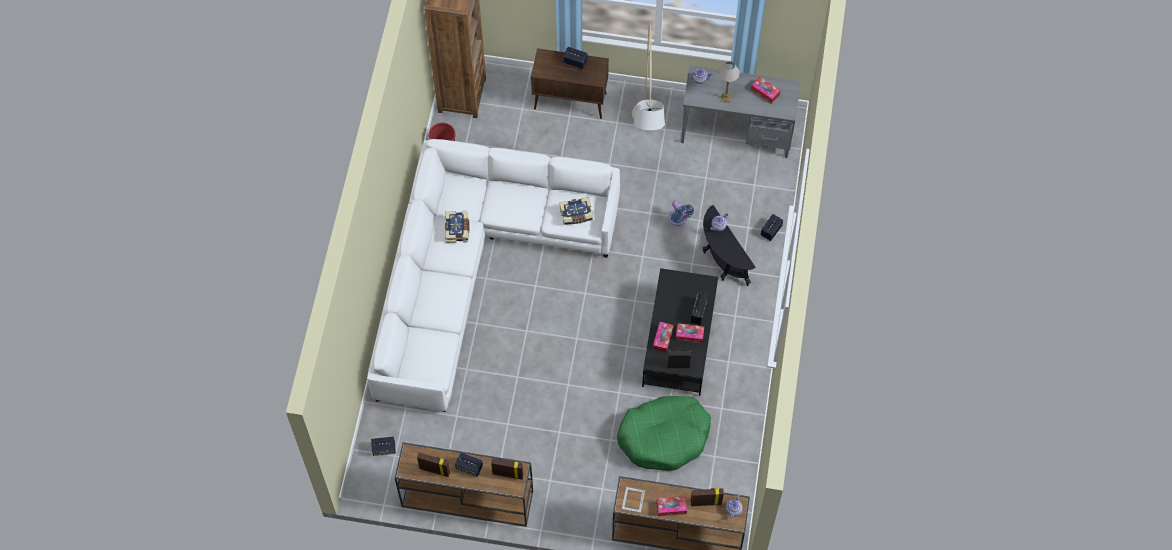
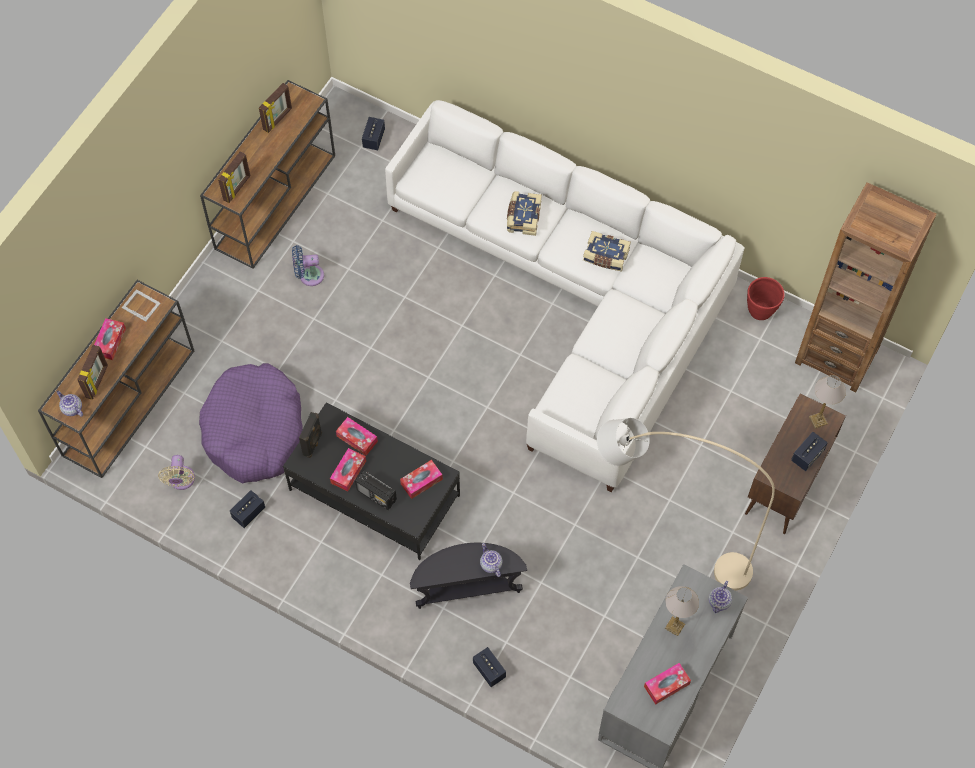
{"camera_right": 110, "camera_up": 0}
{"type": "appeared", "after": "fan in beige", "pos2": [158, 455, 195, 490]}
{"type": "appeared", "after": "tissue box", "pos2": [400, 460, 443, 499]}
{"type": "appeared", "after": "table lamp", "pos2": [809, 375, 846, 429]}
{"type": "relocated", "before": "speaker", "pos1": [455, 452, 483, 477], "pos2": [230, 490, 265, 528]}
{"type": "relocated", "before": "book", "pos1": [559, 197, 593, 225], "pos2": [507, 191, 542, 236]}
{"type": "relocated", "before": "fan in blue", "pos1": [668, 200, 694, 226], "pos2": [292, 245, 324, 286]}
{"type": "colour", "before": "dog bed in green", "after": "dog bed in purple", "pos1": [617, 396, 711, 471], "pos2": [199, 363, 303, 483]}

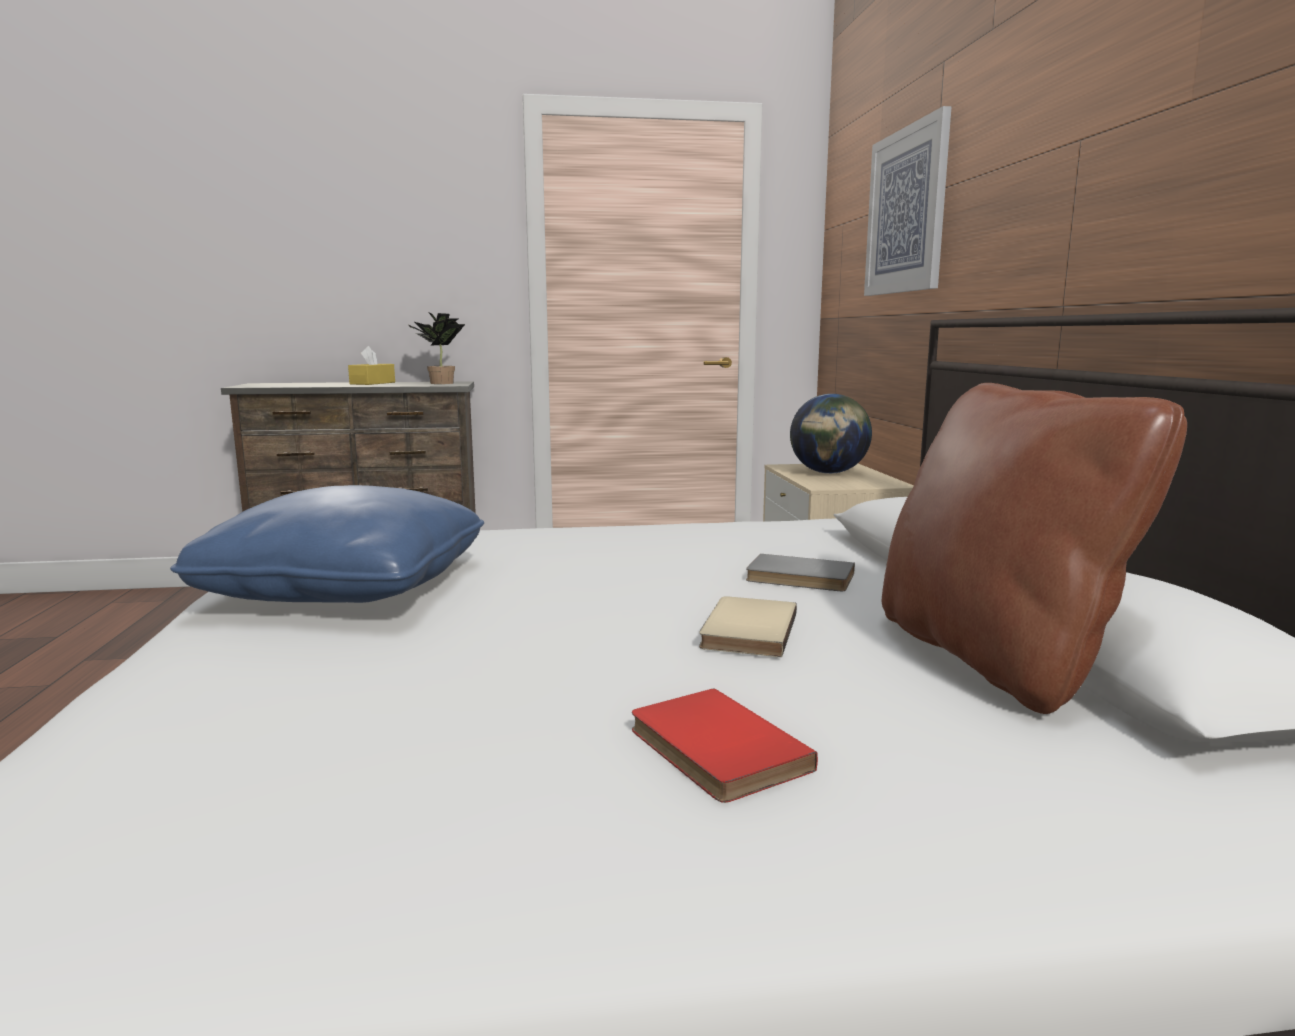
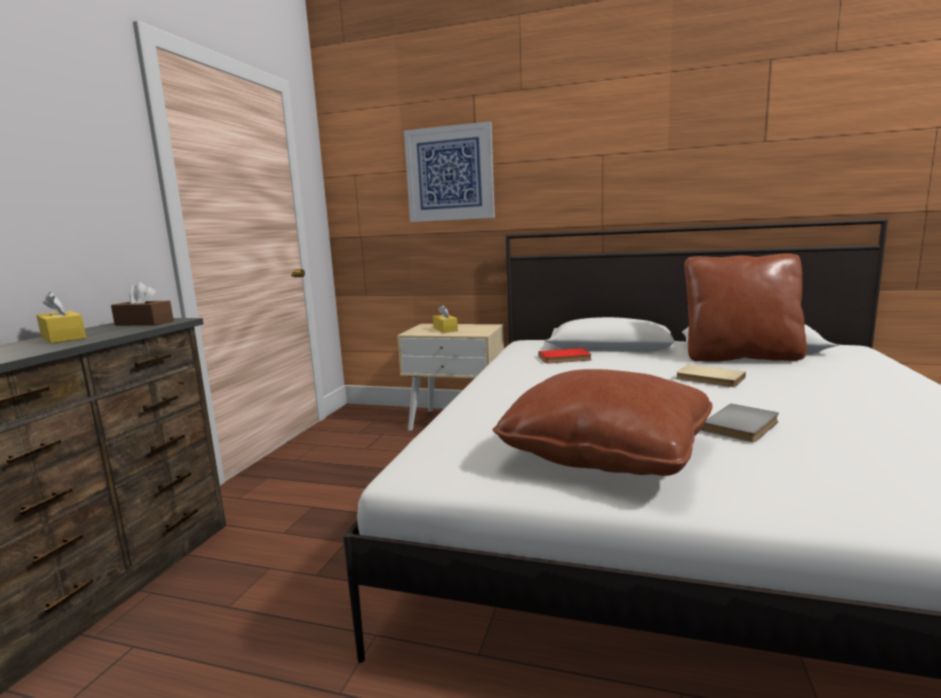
{"camera_right": -65, "camera_up": 0}
{"type": "relocated", "before": "book in red", "pos1": [632, 688, 818, 803], "pos2": [538, 348, 592, 364]}
{"type": "relocated", "before": "book in grey", "pos1": [746, 554, 855, 591], "pos2": [702, 404, 779, 442]}
{"type": "exchanged", "before": "potted plant", "after": "tissue box in brown", "pos1": [409, 312, 465, 384], "pos2": [111, 282, 174, 326]}
{"type": "exchanged", "before": "globe", "after": "tissue box in yellow", "pos1": [790, 394, 872, 474], "pos2": [433, 305, 458, 333]}
{"type": "colour", "before": "pillow in blue", "after": "pillow in brown", "pos1": [170, 485, 484, 603], "pos2": [493, 369, 713, 476]}

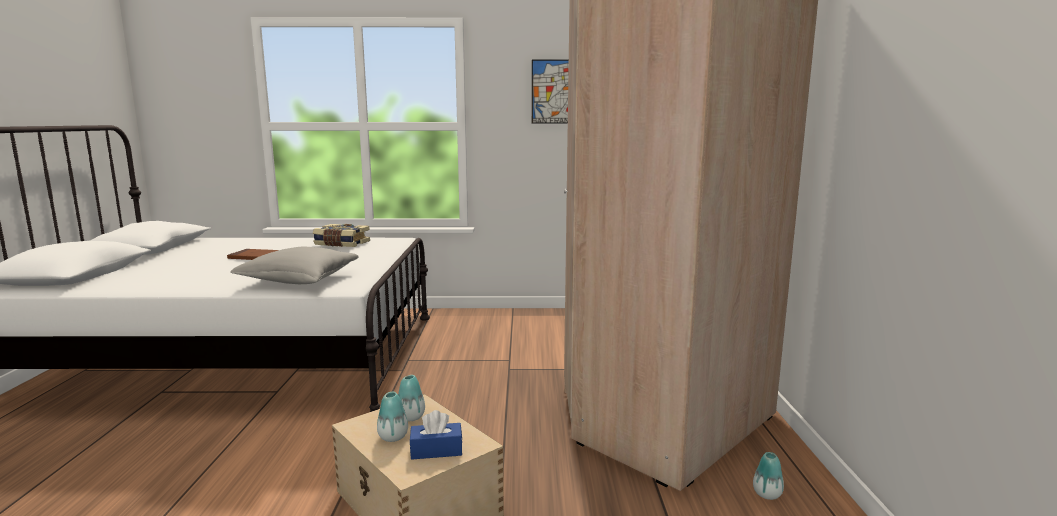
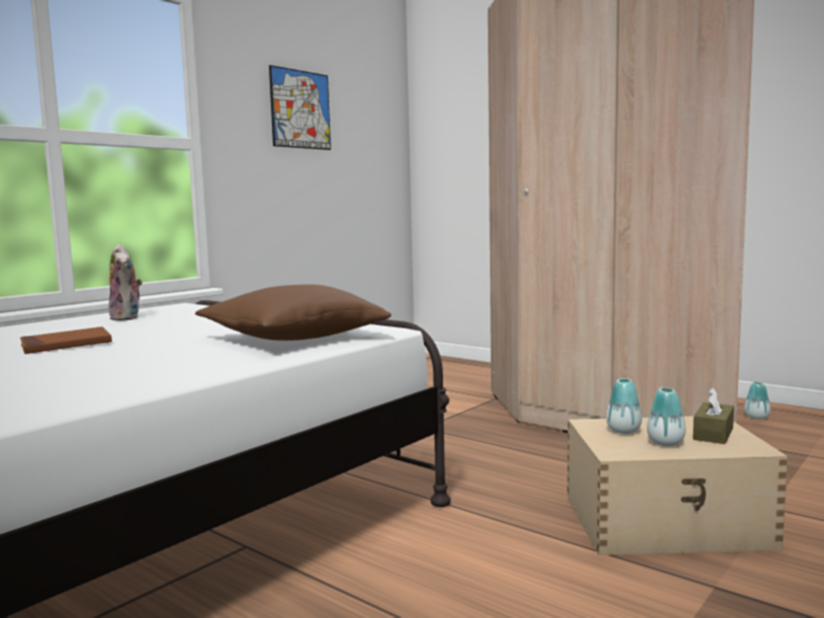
{"camera_right": -50, "camera_up": -5}
{"type": "exchanged", "before": "book", "after": "plush toy", "pos1": [313, 224, 370, 247], "pos2": [109, 244, 142, 321]}
{"type": "colour", "before": "pillow in grey", "after": "pillow in brown", "pos1": [230, 247, 359, 284], "pos2": [195, 284, 391, 341]}
{"type": "colour", "before": "tissue box in blue", "after": "tissue box in brown", "pos1": [410, 410, 462, 460], "pos2": [693, 387, 734, 444]}

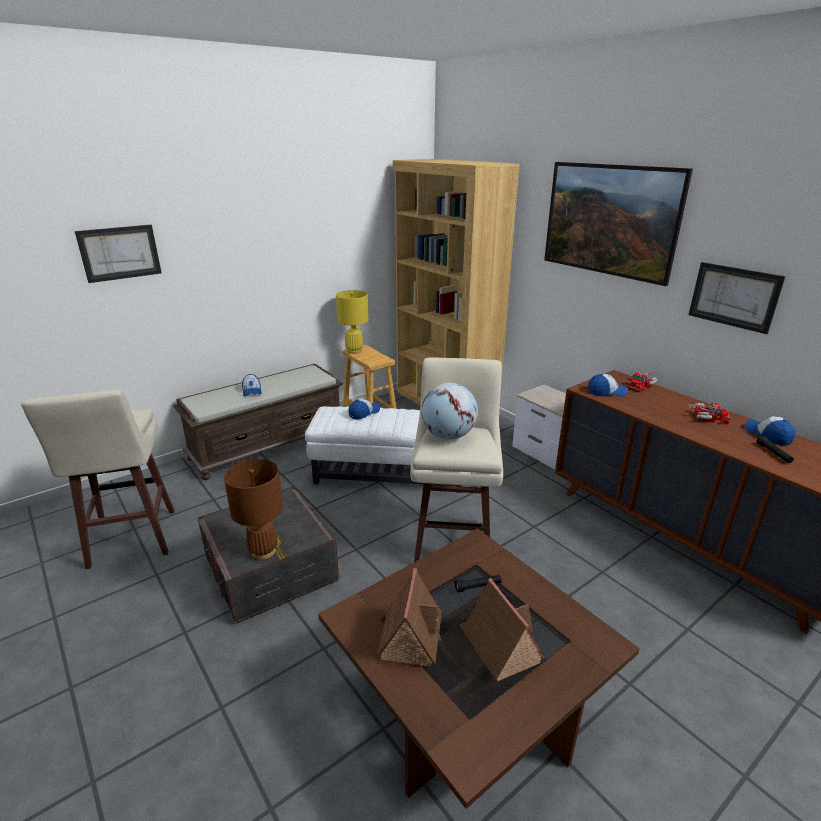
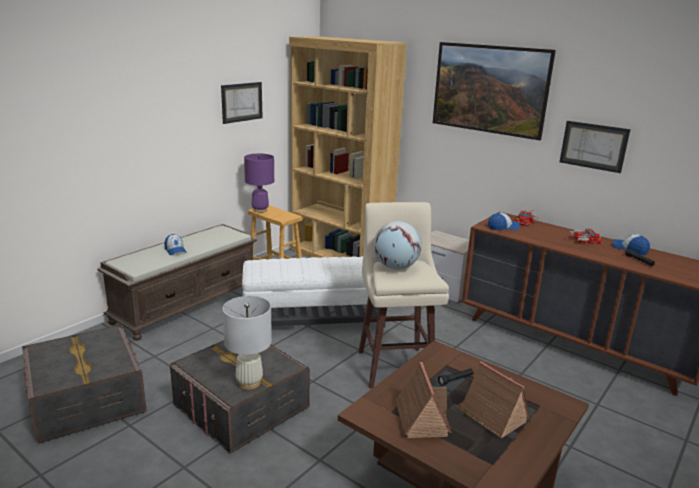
{"camera_right": -15, "camera_up": -5}
{"type": "missing", "before": "cap", "pos1": [349, 398, 380, 420]}
{"type": "relocated", "before": "picture", "pos1": [75, 225, 162, 283], "pos2": [221, 82, 262, 124]}
{"type": "exchanged", "before": "stool in beige", "after": "storage box in grey", "pos1": [21, 390, 174, 569], "pos2": [22, 325, 147, 444]}
{"type": "colour", "before": "table lamp in brown", "after": "table lamp in white", "pos1": [224, 459, 283, 560], "pos2": [222, 296, 272, 390]}
{"type": "colour", "before": "table lamp in yellow", "after": "table lamp in purple", "pos1": [336, 290, 369, 354], "pos2": [244, 154, 274, 213]}

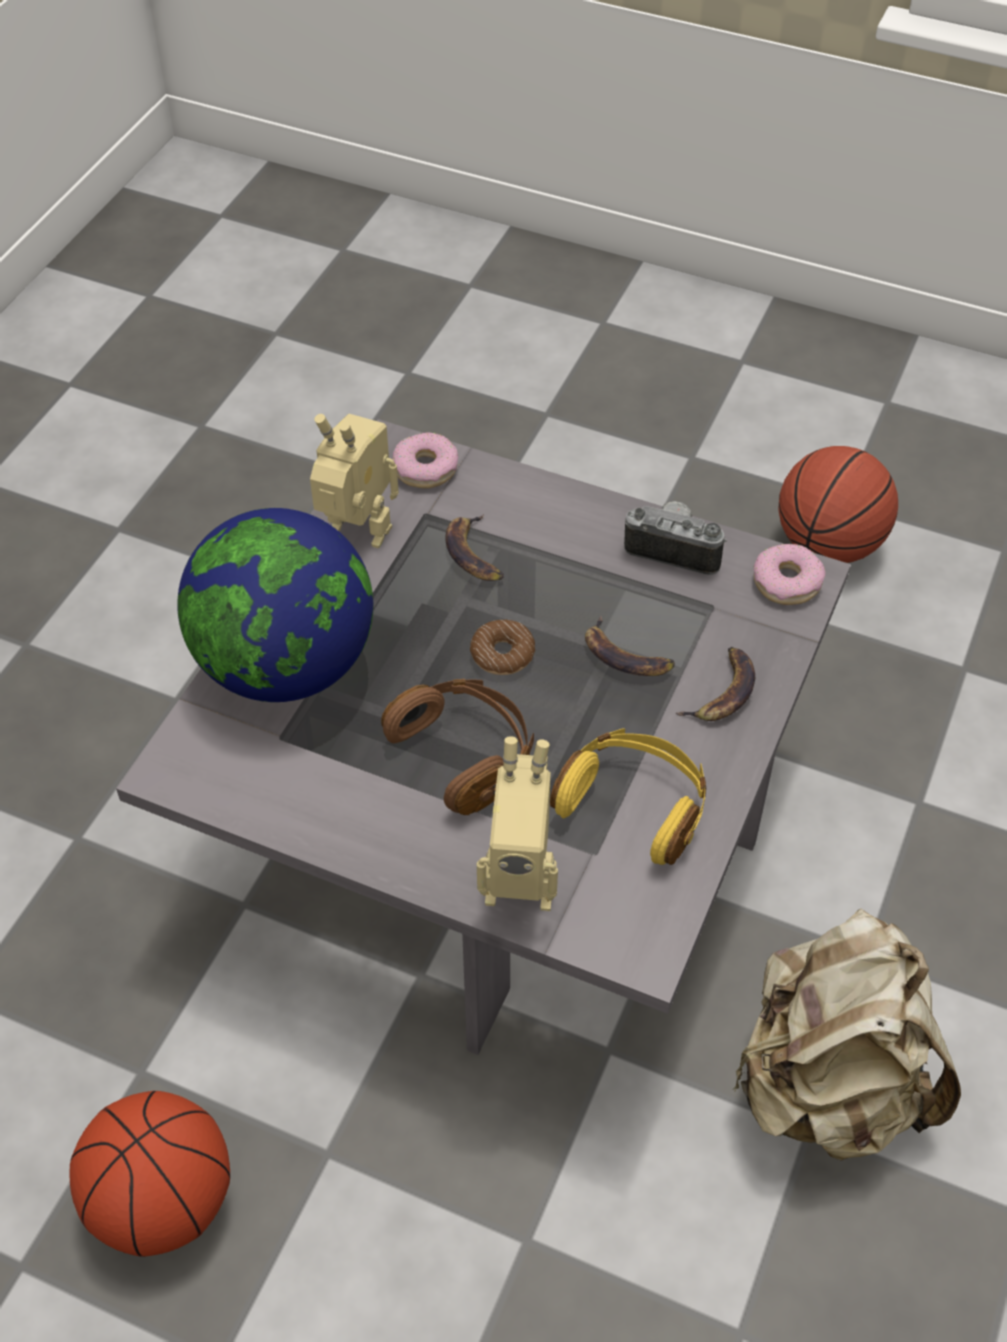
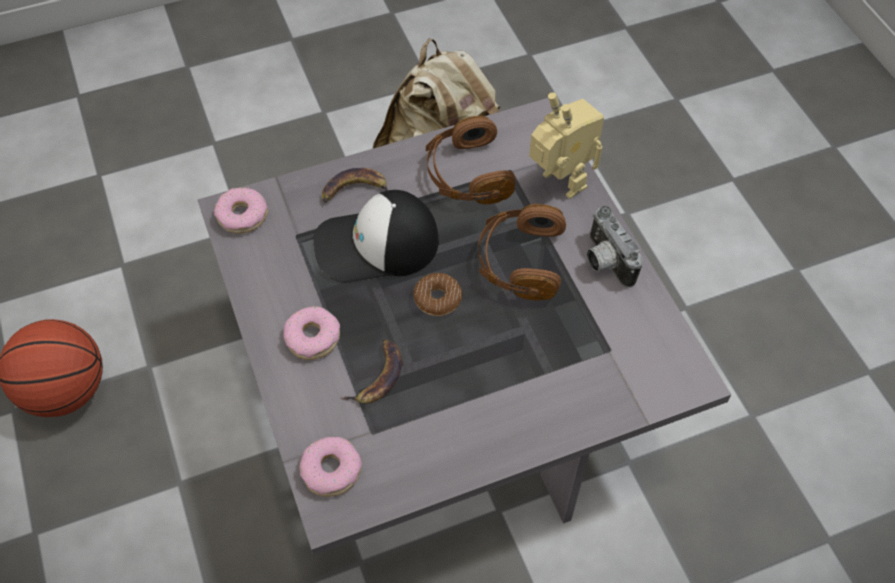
{"camera_right": -135, "camera_up": 5}
{"type": "missing", "before": "basketball", "pos1": [69, 1091, 230, 1257]}
{"type": "missing", "before": "globe", "pos1": [178, 508, 374, 702]}
{"type": "missing", "before": "toy robot", "pos1": [310, 414, 399, 548]}
{"type": "appeared", "after": "donut", "pos2": [283, 306, 340, 360]}
{"type": "relocated", "before": "photo camera", "pos1": [624, 501, 727, 575], "pos2": [587, 206, 643, 287]}
{"type": "exchanged", "before": "banana", "after": "cap", "pos1": [585, 615, 675, 676], "pos2": [314, 190, 439, 282]}
{"type": "colour", "before": "headphones in yellow", "after": "headphones in brown", "pos1": [550, 728, 706, 865], "pos2": [426, 116, 516, 204]}

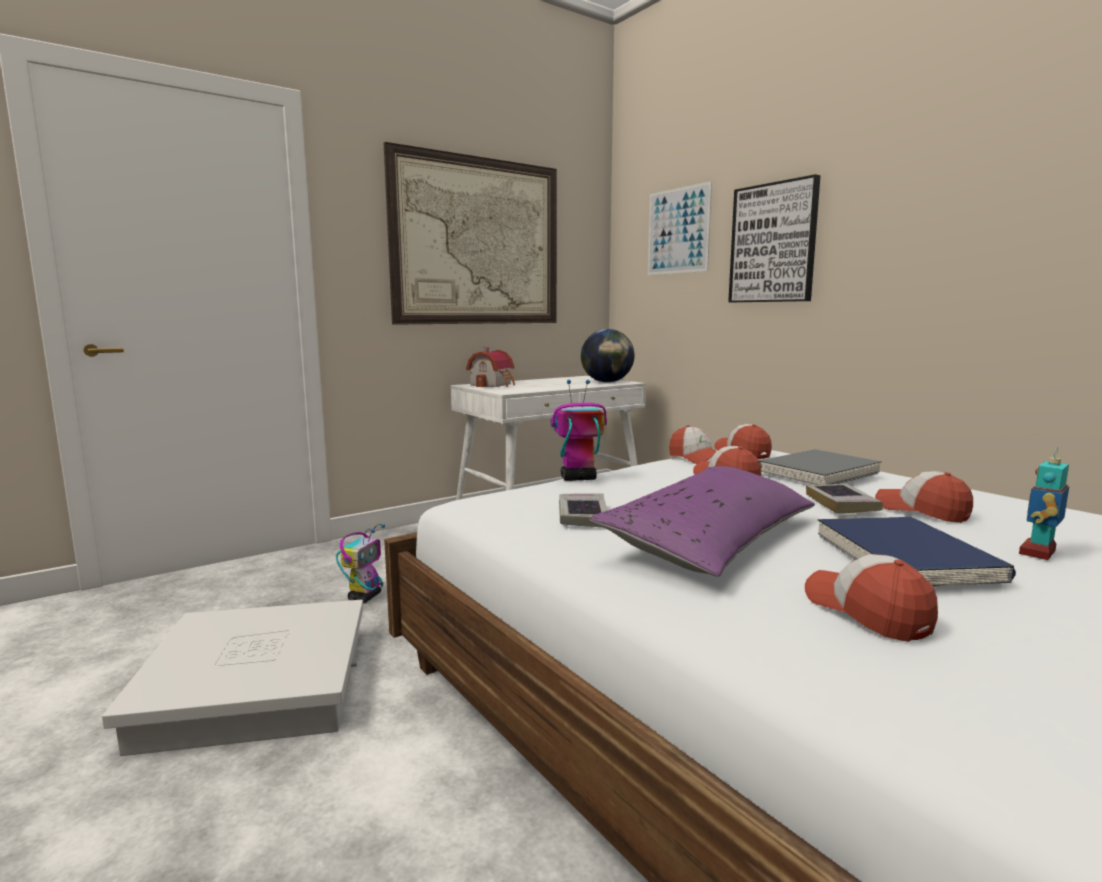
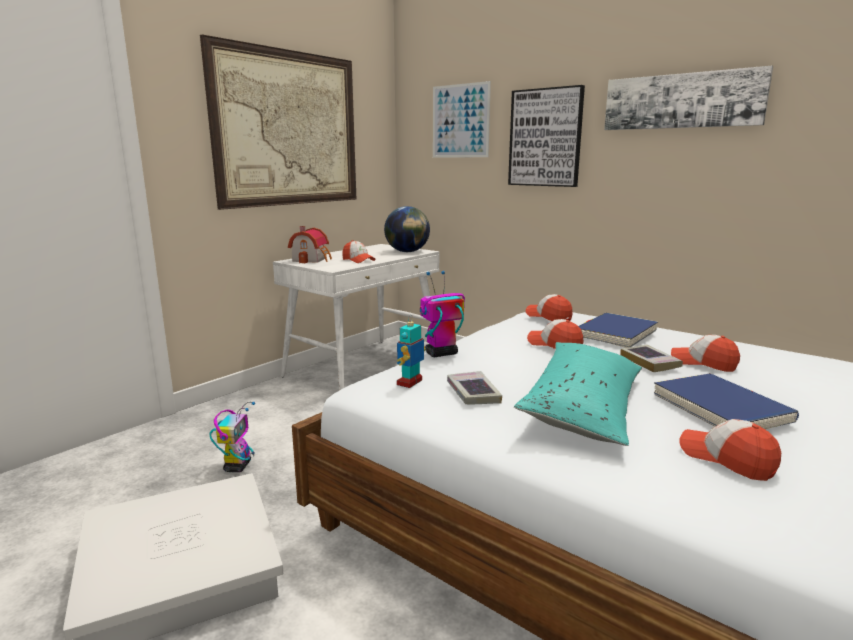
{"camera_right": -15, "camera_up": 5}
{"type": "appeared", "after": "picture", "pos2": [604, 66, 773, 130]}
{"type": "relocated", "before": "cap", "pos1": [669, 425, 717, 464], "pos2": [342, 240, 376, 263]}
{"type": "relocated", "before": "toy robot", "pos1": [1019, 447, 1069, 560], "pos2": [397, 315, 426, 388]}
{"type": "colour", "before": "pillow in purple", "after": "pillow in turquoise", "pos1": [589, 466, 815, 577], "pos2": [514, 342, 642, 446]}
{"type": "colour", "before": "book in grey", "after": "book in blue", "pos1": [759, 449, 882, 485], "pos2": [578, 313, 658, 348]}

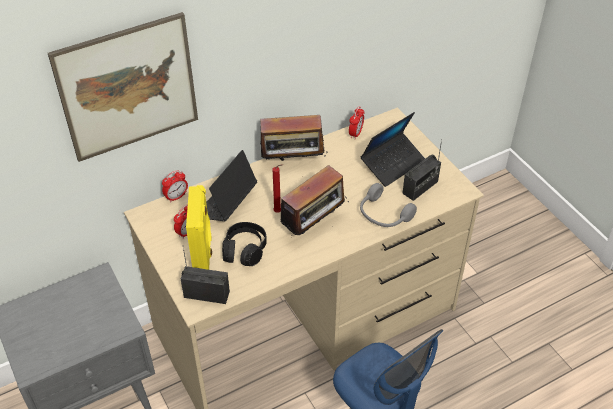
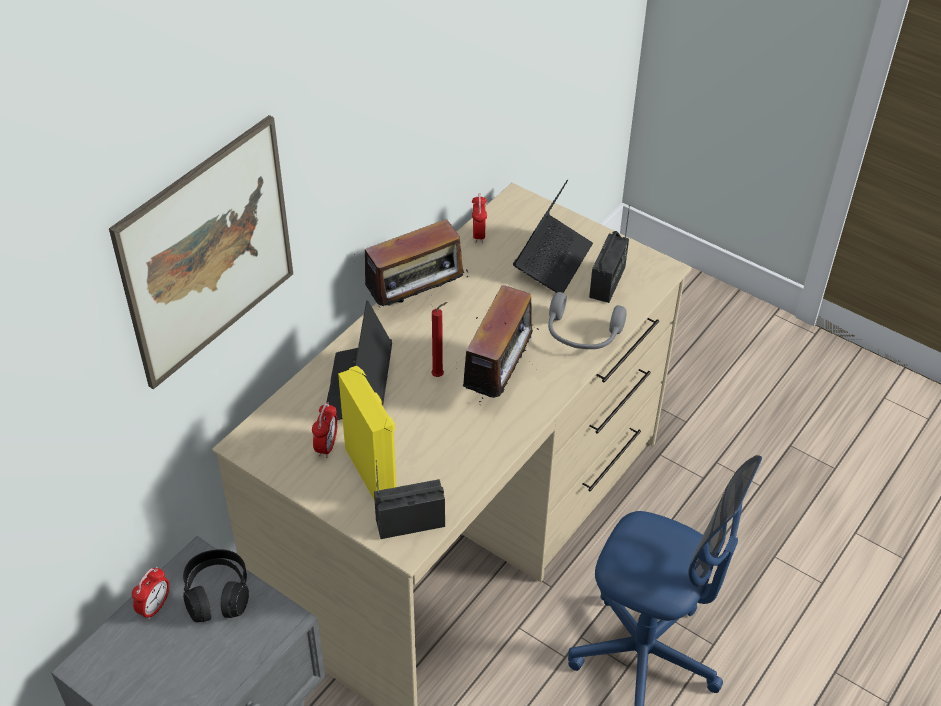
{"camera_right": -25, "camera_up": 0}
{"type": "relocated", "before": "alarm clock", "pos1": [162, 170, 188, 203], "pos2": [132, 567, 169, 620]}
{"type": "relocated", "before": "headphones in black", "pos1": [222, 222, 267, 266], "pos2": [183, 549, 249, 622]}

